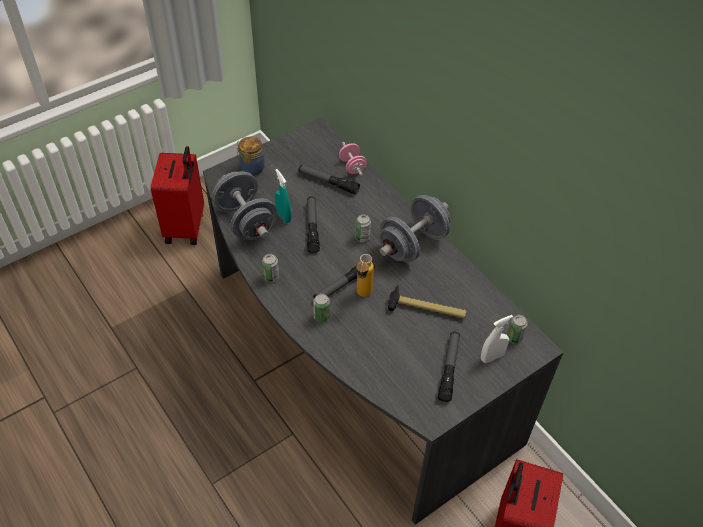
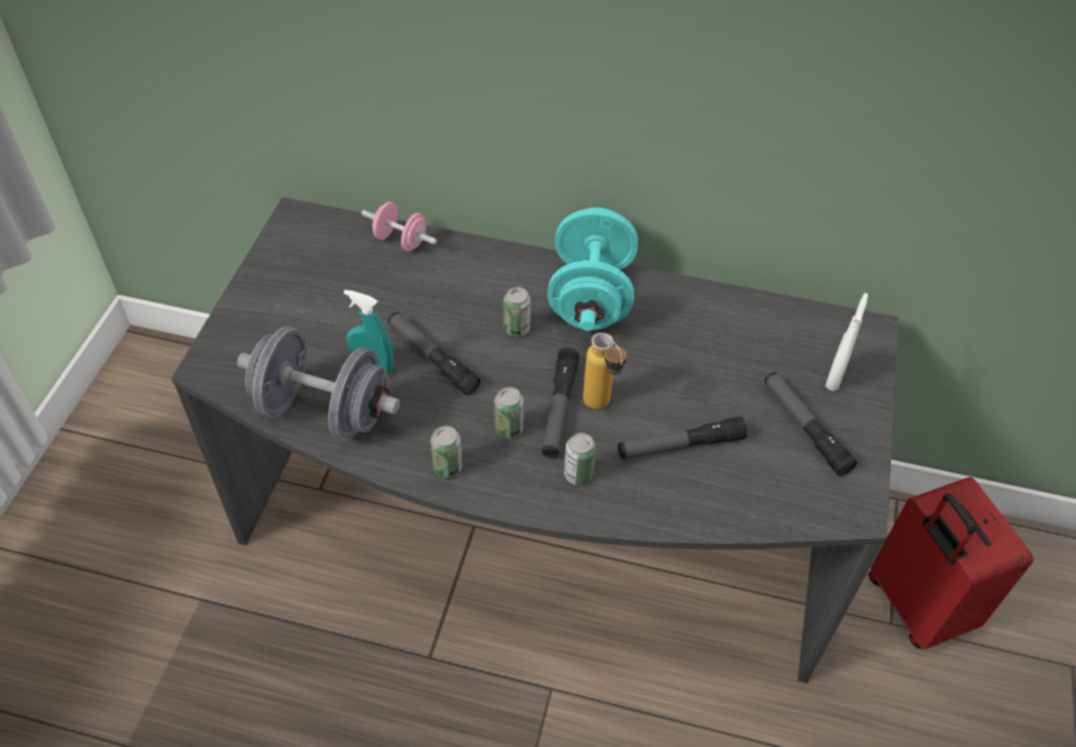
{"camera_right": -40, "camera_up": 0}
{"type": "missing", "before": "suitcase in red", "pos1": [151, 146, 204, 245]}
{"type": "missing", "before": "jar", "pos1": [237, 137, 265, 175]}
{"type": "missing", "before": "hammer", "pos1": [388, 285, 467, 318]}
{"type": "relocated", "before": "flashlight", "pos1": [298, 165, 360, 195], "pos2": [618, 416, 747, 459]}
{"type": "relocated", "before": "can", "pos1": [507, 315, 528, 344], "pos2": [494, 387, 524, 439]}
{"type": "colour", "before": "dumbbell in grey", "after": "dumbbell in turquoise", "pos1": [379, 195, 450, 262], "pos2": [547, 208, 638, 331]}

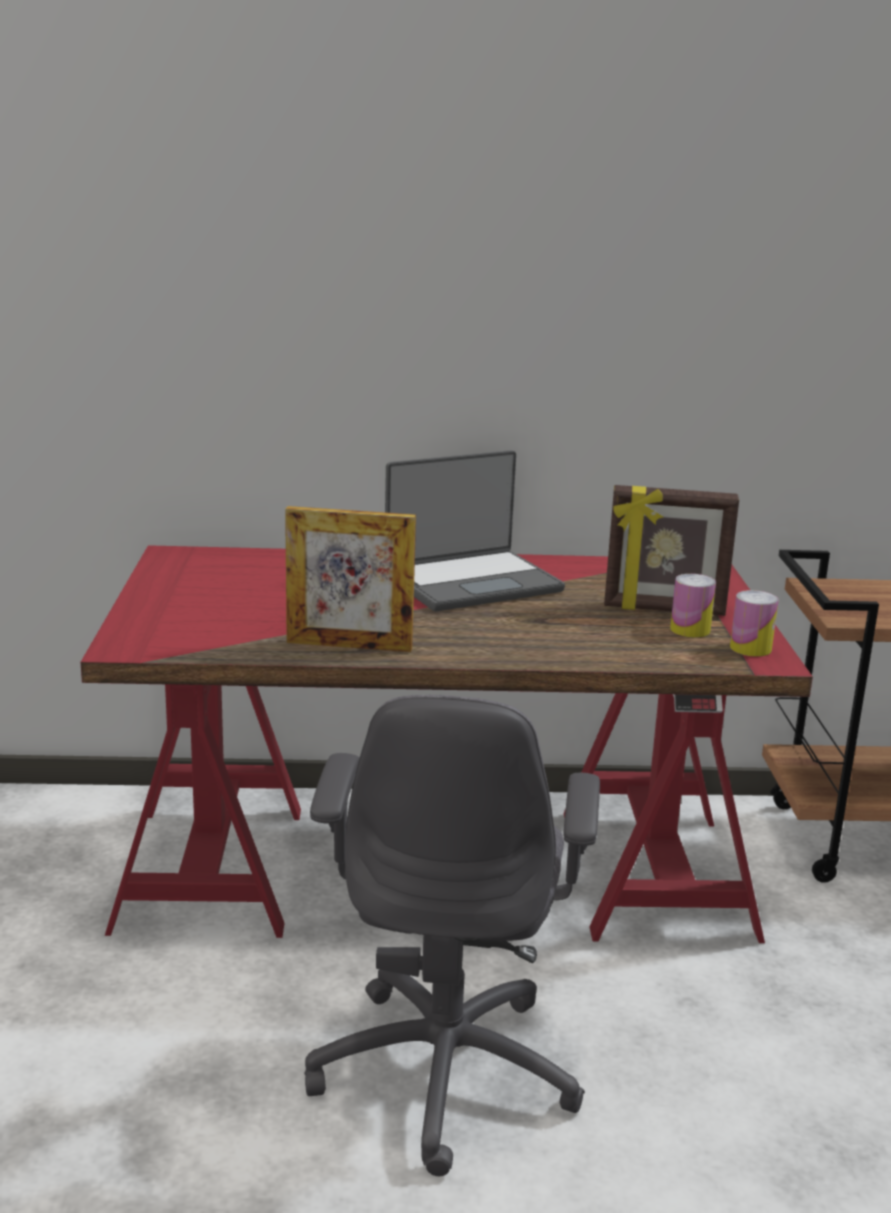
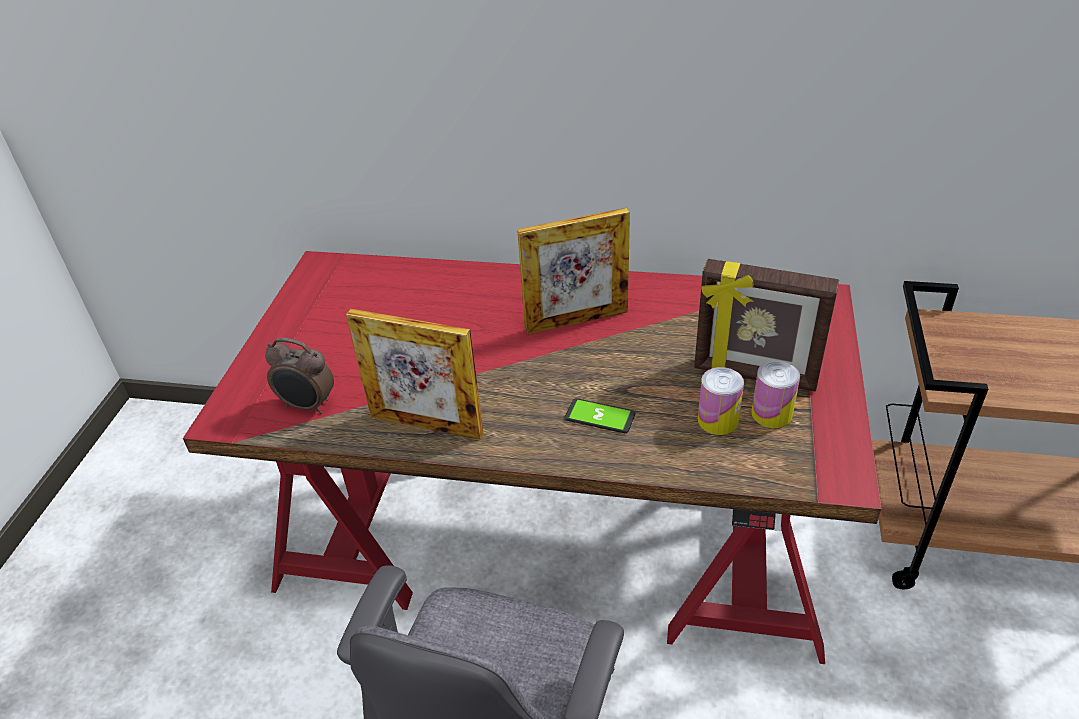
{"camera_right": 15, "camera_up": 20}
{"type": "appeared", "after": "alarm clock", "pos2": [265, 338, 334, 414]}
{"type": "appeared", "after": "phone", "pos2": [565, 398, 635, 433]}
{"type": "relocated", "before": "can", "pos1": [730, 590, 779, 657], "pos2": [698, 367, 744, 435]}
{"type": "exchanged", "before": "laptop", "after": "picture frame", "pos1": [385, 450, 565, 611], "pos2": [517, 208, 630, 334]}

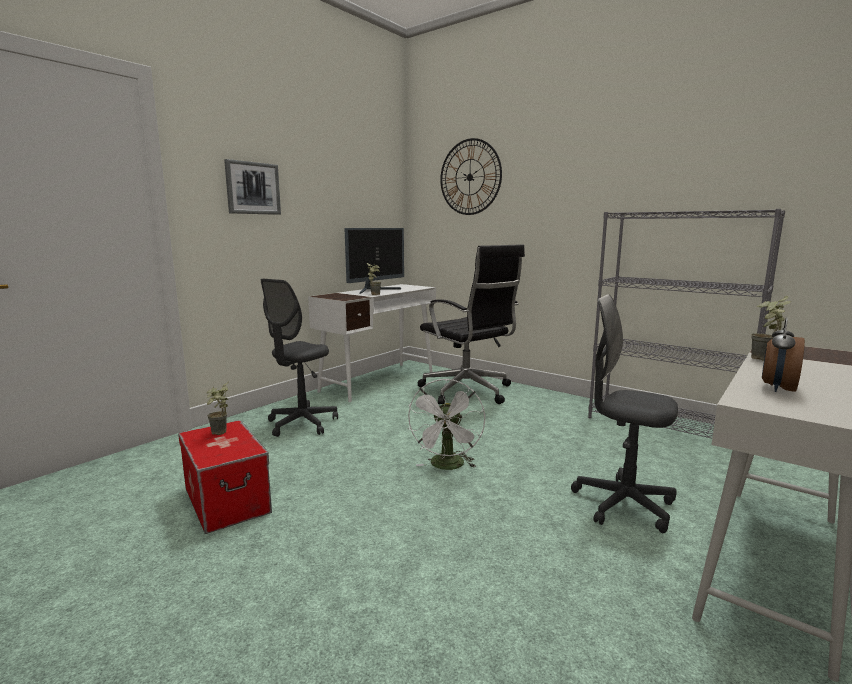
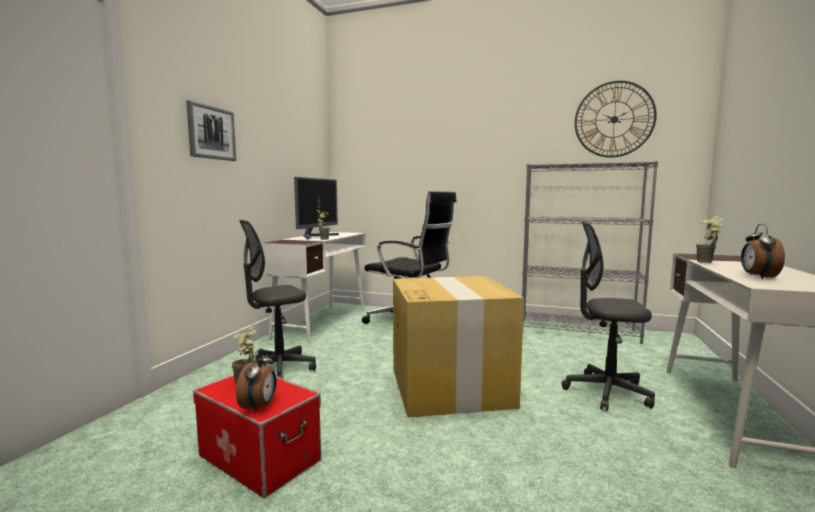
{"camera_right": -20, "camera_up": -5}
{"type": "appeared", "after": "alarm clock", "pos2": [236, 348, 277, 413]}
{"type": "relocated", "before": "wall clock", "pos1": [440, 138, 502, 215], "pos2": [575, 81, 657, 158]}
{"type": "exchanged", "before": "fan in white", "after": "cardboard box", "pos1": [407, 379, 485, 470], "pos2": [393, 276, 524, 418]}
{"type": "spun", "before": "office chair in grey", "pos1": [261, 279, 338, 437], "pos2": [239, 220, 316, 379], "turn": 45}

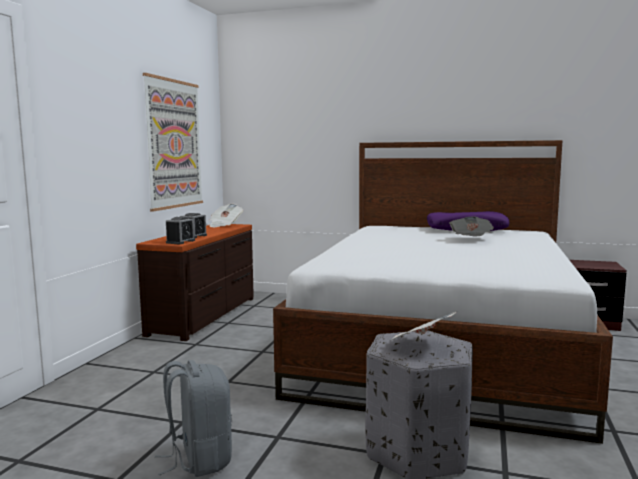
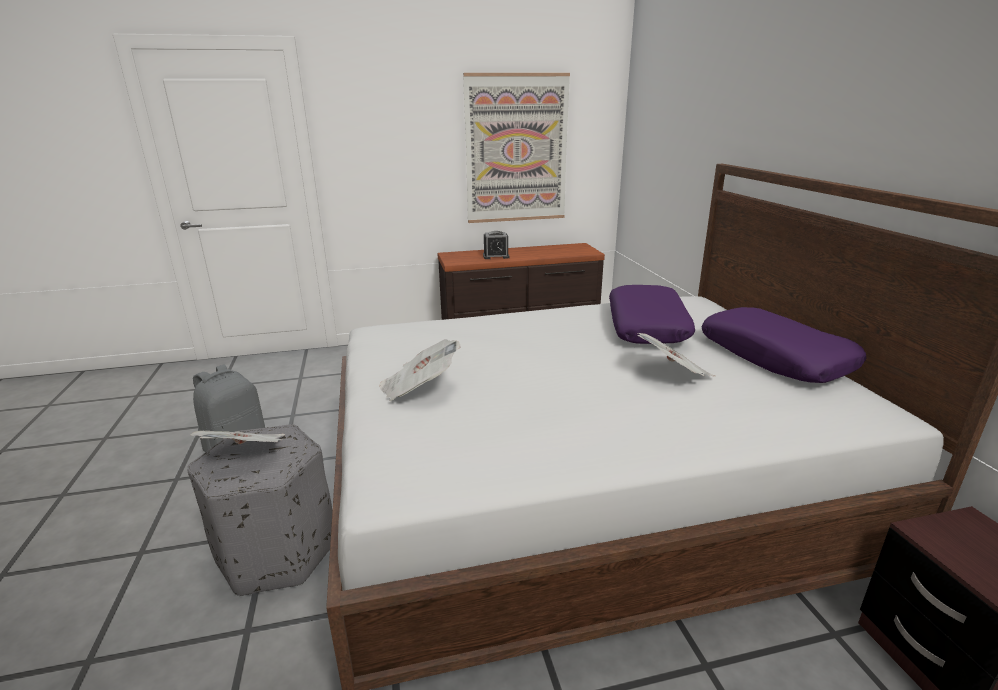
{"camera_right": 60, "camera_up": 15}
{"type": "missing", "before": "alarm clock", "pos1": [166, 217, 195, 244]}
{"type": "appeared", "after": "pillow in purple", "pos2": [609, 285, 695, 344]}
{"type": "relocated", "before": "newspaper", "pos1": [210, 204, 243, 227], "pos2": [379, 339, 461, 401]}

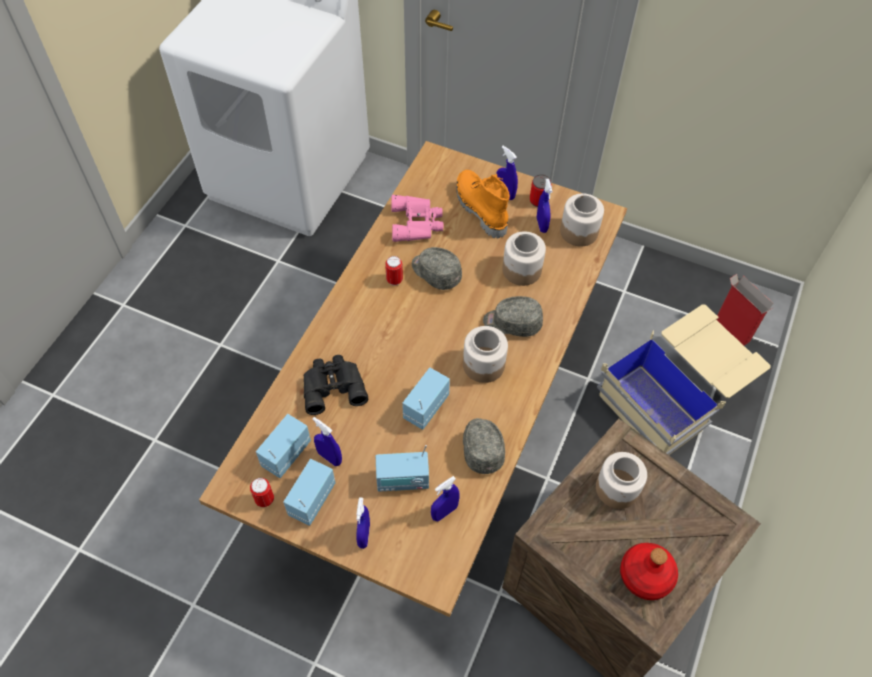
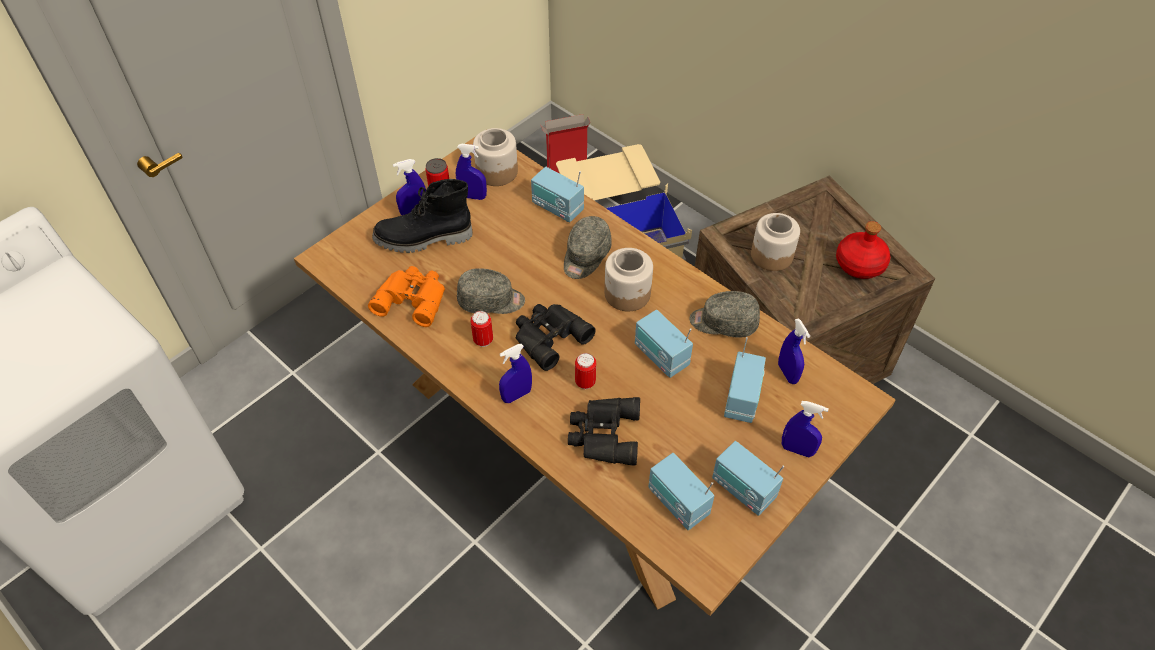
{"camera_right": -70, "camera_up": -5}
{"type": "missing", "before": "jar", "pos1": [502, 231, 546, 286]}
{"type": "appeared", "after": "binoculars in black", "pos2": [515, 304, 596, 371]}
{"type": "appeared", "after": "radio", "pos2": [531, 167, 584, 222]}
{"type": "relocated", "before": "can", "pos1": [250, 478, 274, 507], "pos2": [575, 353, 596, 389]}
{"type": "relocated", "before": "spray bottle in blue", "pos1": [312, 417, 342, 466], "pos2": [499, 344, 532, 403]}
{"type": "colour", "before": "binoculars in pink", "after": "binoculars in orange", "pos1": [392, 195, 444, 242], "pos2": [368, 266, 445, 327]}
{"type": "colour", "before": "boot in orange", "after": "boot in black", "pos1": [456, 170, 510, 238], "pos2": [372, 179, 473, 253]}
{"type": "spun", "before": "cap in grey", "pos1": [412, 247, 462, 290], "pos2": [457, 268, 525, 314], "turn": -150}

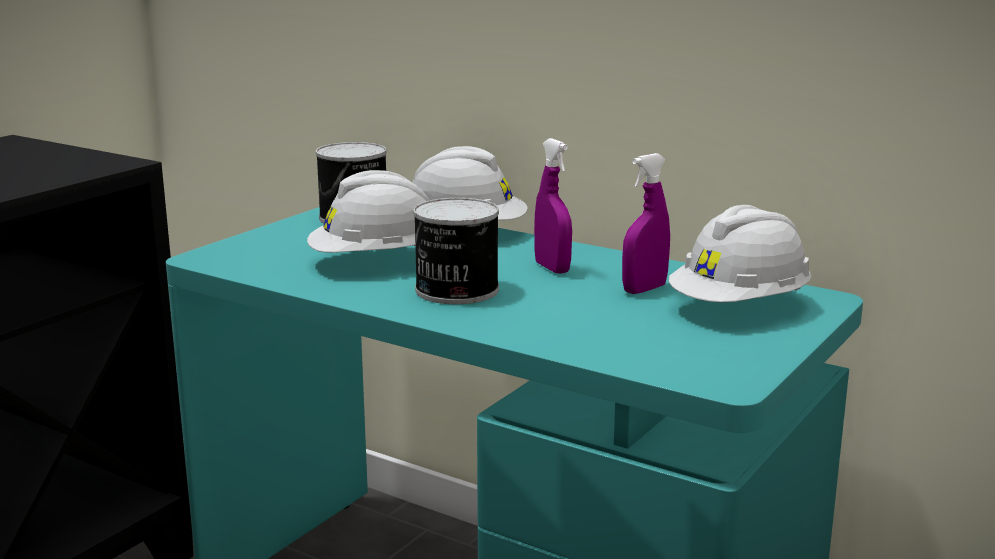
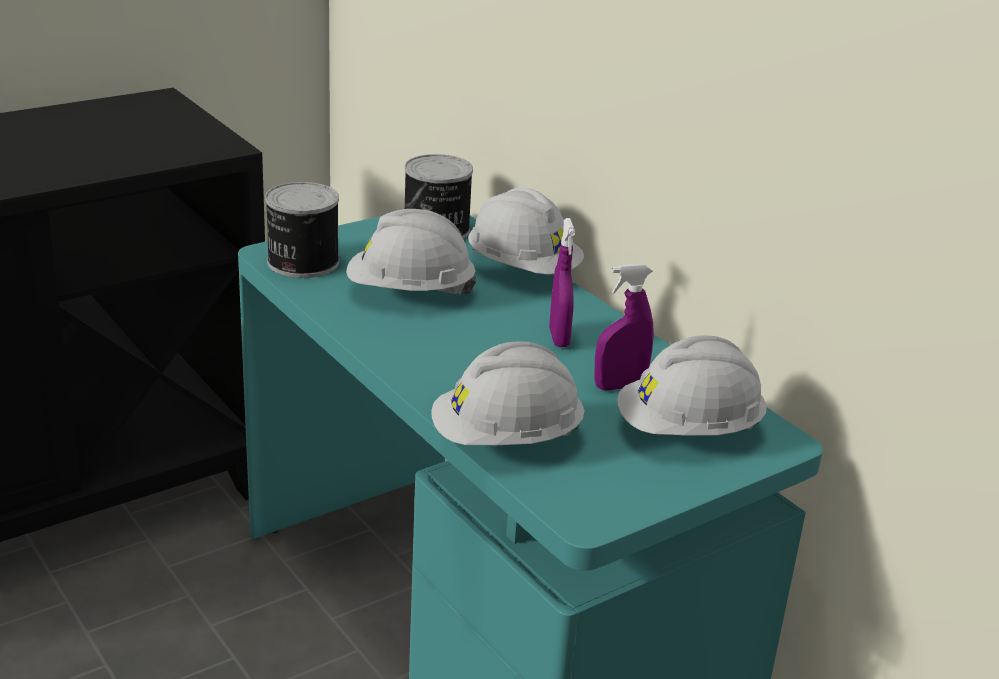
{"camera_right": 20, "camera_up": 10}
{"type": "appeared", "after": "hard hat in white", "pos2": [431, 341, 585, 445]}
{"type": "relocated", "before": "can", "pos1": [413, 198, 499, 304], "pos2": [265, 182, 339, 278]}

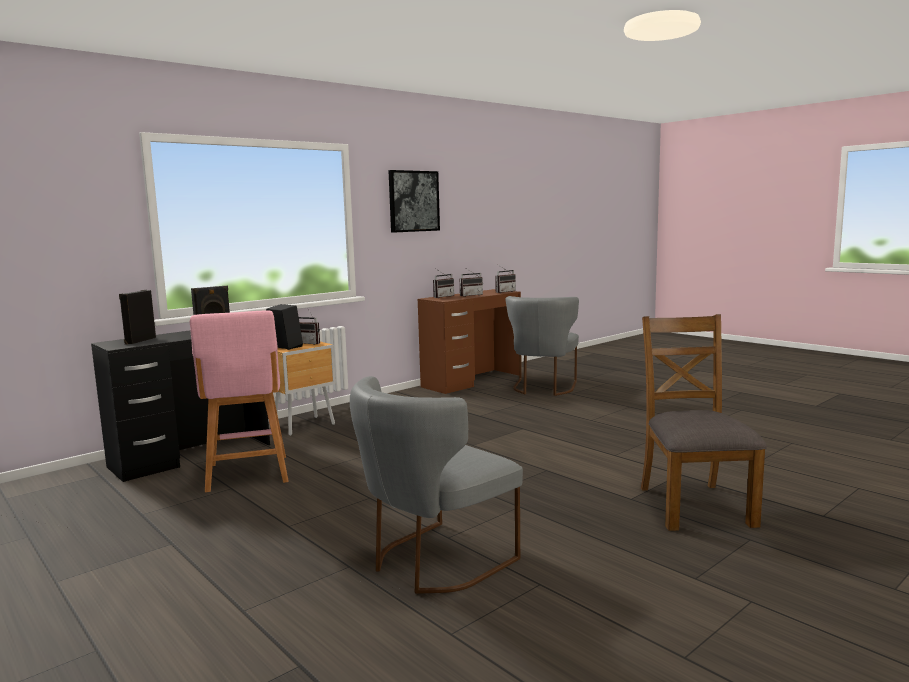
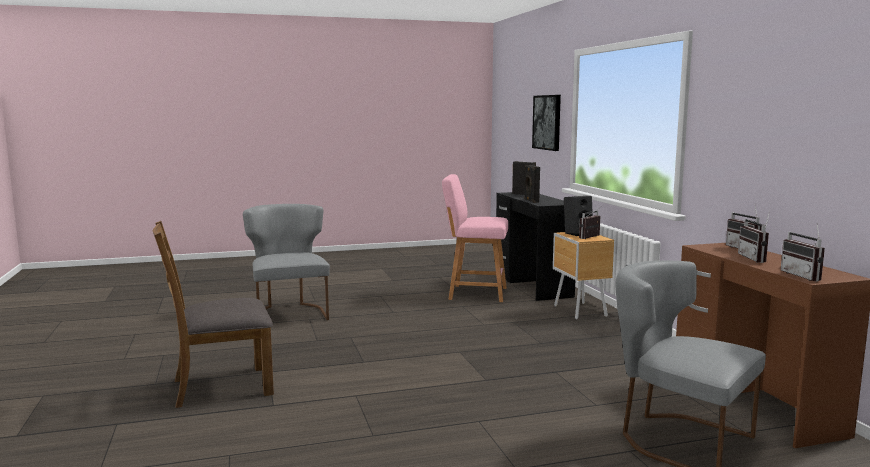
{"camera_right": 115, "camera_up": 0}
{"type": "relocated", "before": "picture", "pos1": [388, 170, 440, 233], "pos2": [532, 95, 561, 151]}
{"type": "spun", "before": "chair in brown", "pos1": [641, 314, 767, 531], "pos2": [153, 221, 274, 408], "turn": 135}

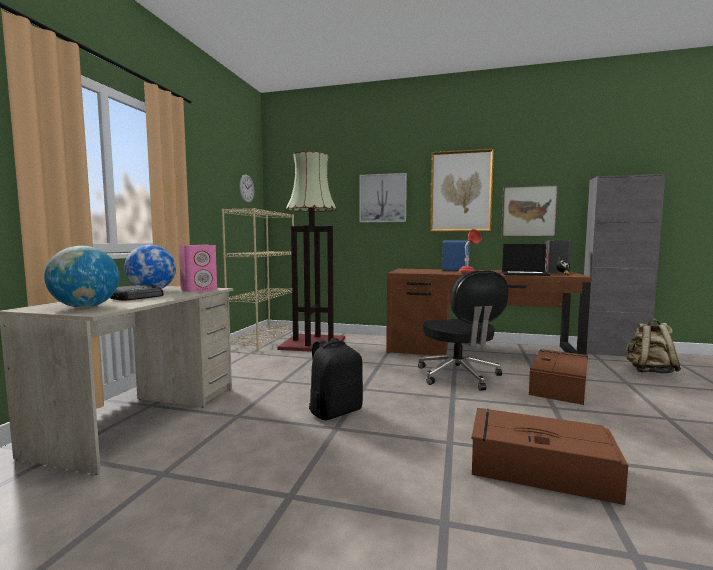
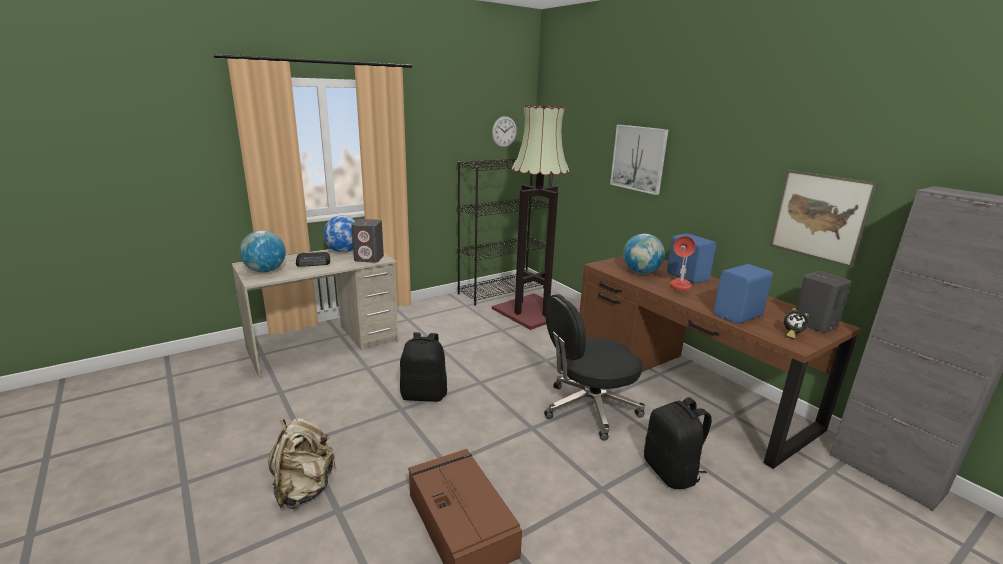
{"camera_right": 40, "camera_up": 15}
{"type": "missing", "before": "picture", "pos1": [430, 149, 494, 232]}
{"type": "appeared", "after": "globe", "pos2": [623, 234, 665, 274]}
{"type": "relocated", "before": "backpack in beige", "pos1": [626, 318, 681, 374], "pos2": [268, 418, 336, 509]}
{"type": "exchanged", "before": "laptop", "after": "speaker in blue", "pos1": [502, 244, 551, 276], "pos2": [714, 264, 773, 324]}
{"type": "exchanged", "before": "storage box in brown", "after": "backpack in black", "pos1": [529, 349, 588, 405], "pos2": [644, 397, 712, 489]}
{"type": "colour", "before": "speaker in pink", "after": "speaker in grey", "pos1": [179, 245, 217, 292], "pos2": [351, 219, 384, 263]}
{"type": "colour", "before": "bookcase in beige", "after": "bookcase in black", "pos1": [222, 208, 294, 352], "pos2": [458, 159, 553, 306]}
{"type": "spun", "before": "office chair in black", "pos1": [418, 270, 508, 391], "pos2": [544, 294, 645, 440], "turn": 45}

